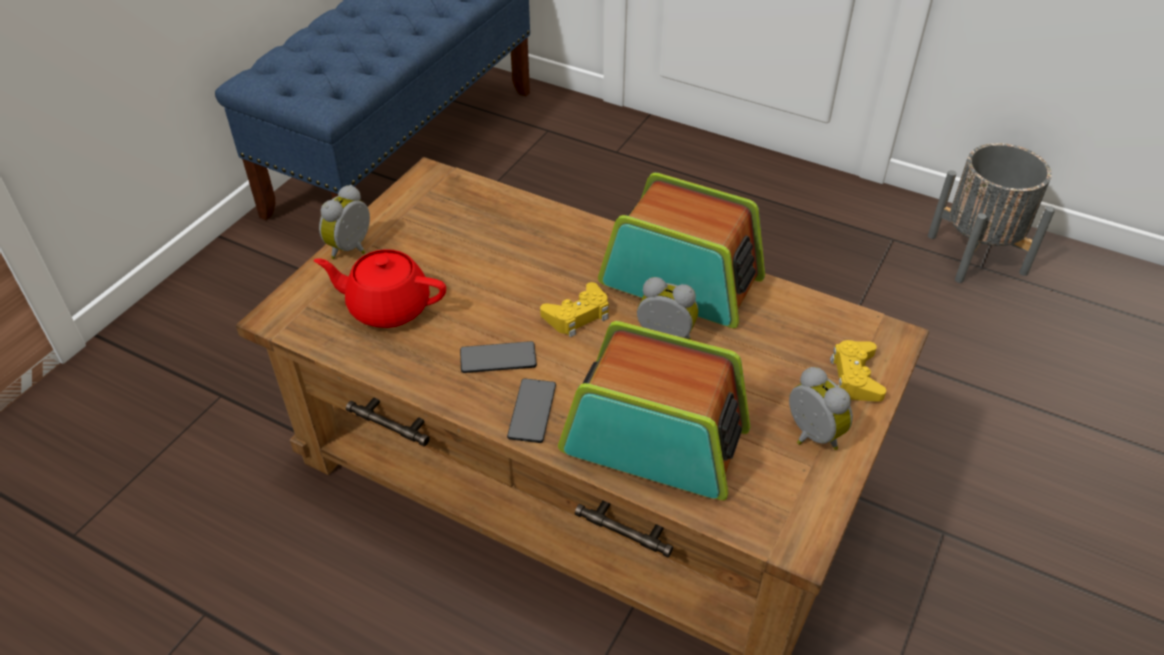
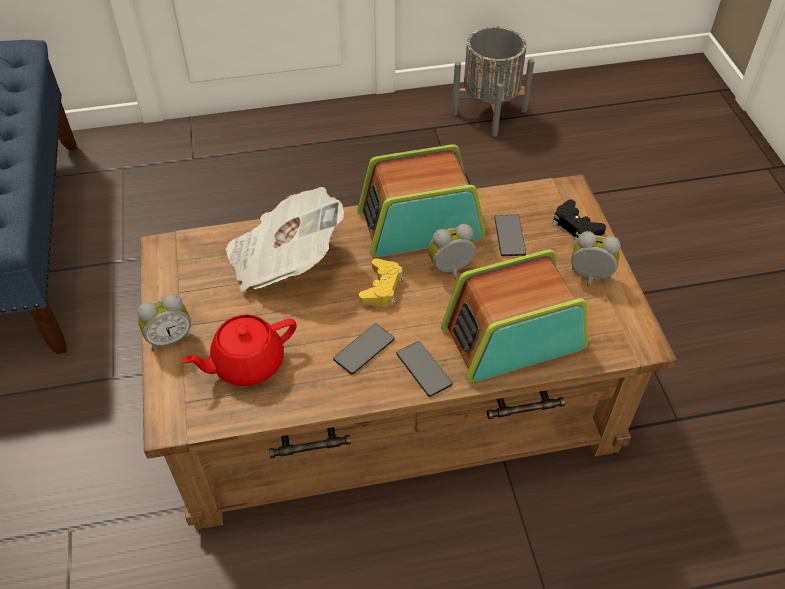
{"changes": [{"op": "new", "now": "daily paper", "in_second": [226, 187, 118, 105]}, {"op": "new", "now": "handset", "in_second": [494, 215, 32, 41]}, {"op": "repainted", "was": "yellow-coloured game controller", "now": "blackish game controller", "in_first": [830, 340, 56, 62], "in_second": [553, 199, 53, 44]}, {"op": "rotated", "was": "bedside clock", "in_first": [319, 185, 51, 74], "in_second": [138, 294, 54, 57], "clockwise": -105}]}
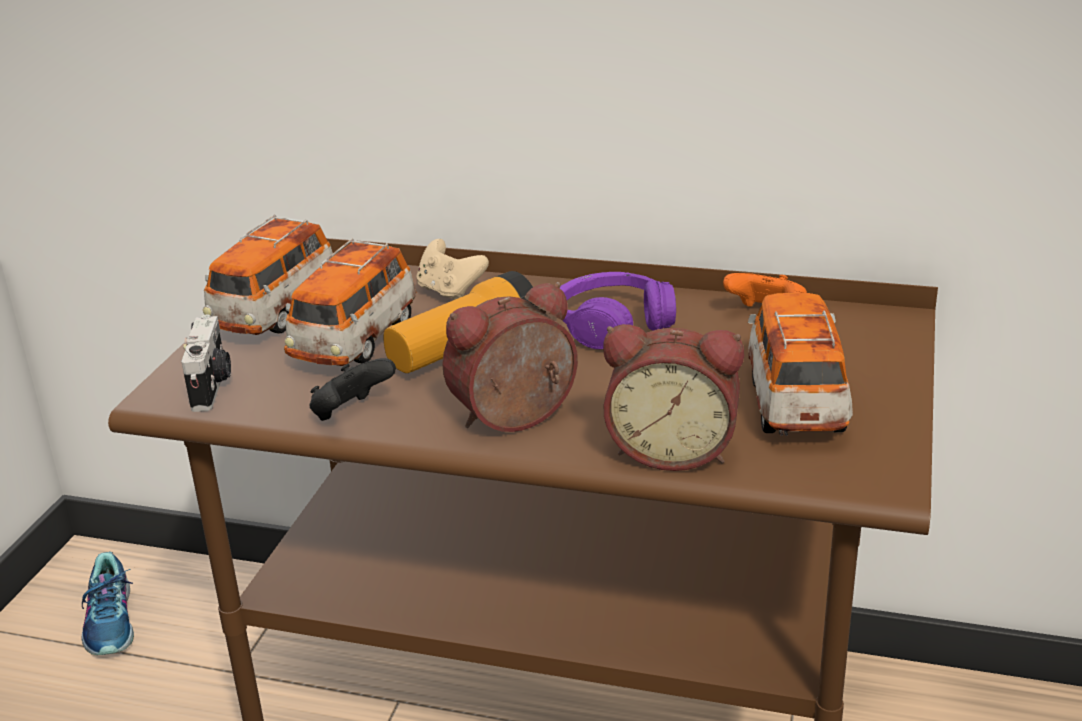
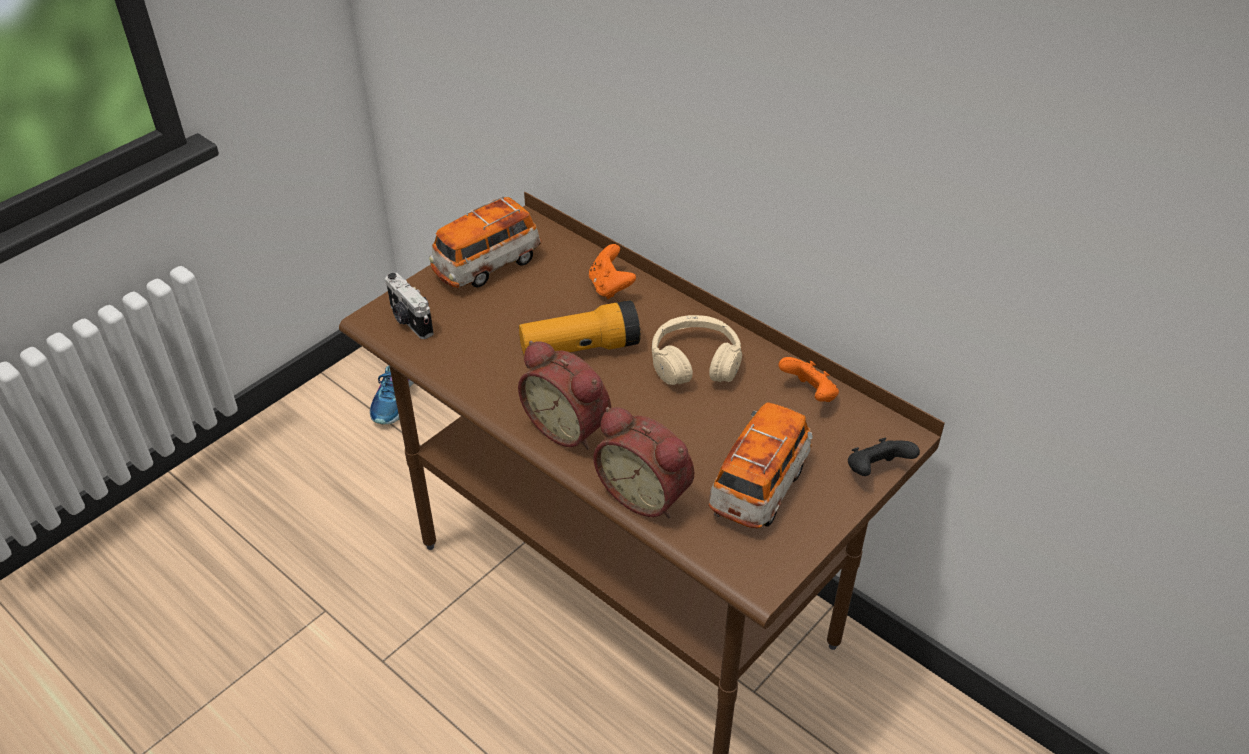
{"changes": [{"op": "gone", "was": "model car", "in_first": [284, 238, 133, 128]}, {"op": "shifted", "was": "blackish game controller", "in_first": [309, 358, 87, 63], "in_second": [848, 438, 72, 38]}, {"op": "repainted", "was": "beige game controller", "now": "orange-coloured game controller", "in_first": [416, 239, 73, 61], "in_second": [589, 244, 47, 55]}, {"op": "repainted", "was": "purple pair of headphones", "now": "beige pair of headphones", "in_first": [560, 272, 116, 77], "in_second": [652, 315, 90, 70]}, {"op": "rotated", "was": "photo camera", "in_first": [181, 314, 50, 98], "in_second": [385, 273, 48, 66], "clockwise": 120}, {"op": "rotated", "was": "bedside clock", "in_first": [442, 282, 136, 150], "in_second": [518, 341, 93, 109], "clockwise": -135}]}
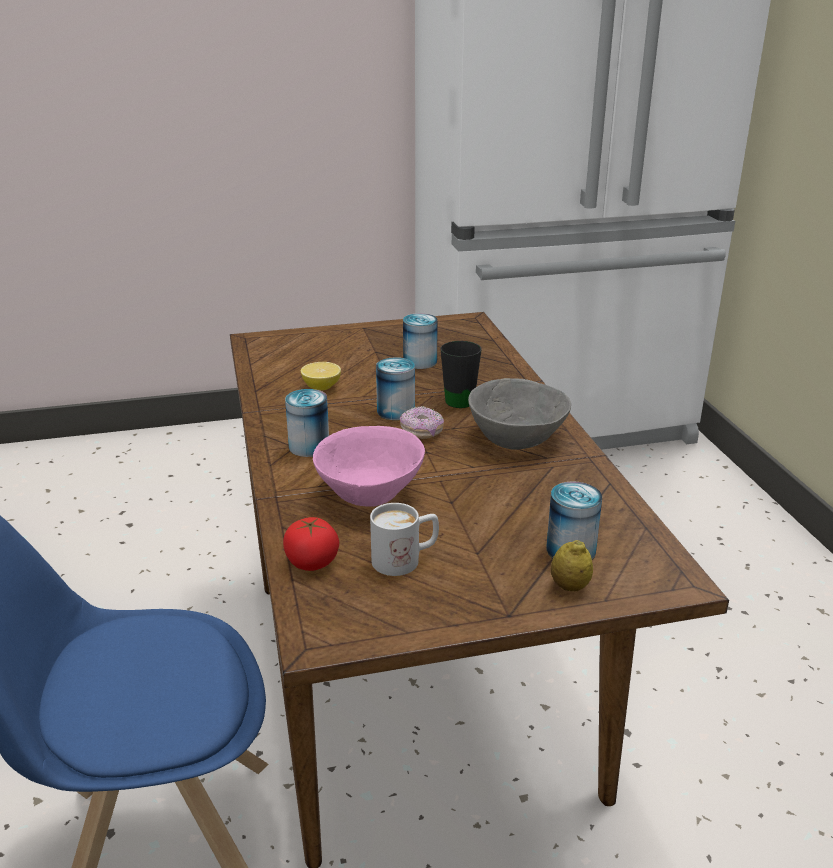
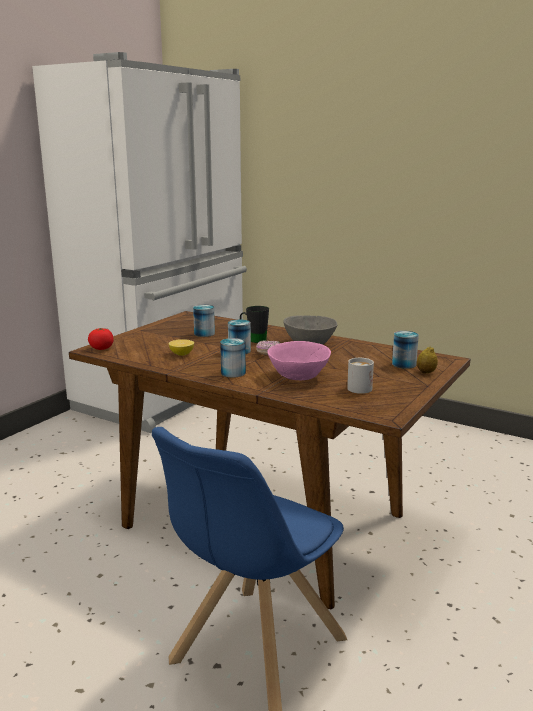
{"changes": [{"op": "shifted", "was": "fresh tomato", "in_first": [283, 517, 56, 54], "in_second": [88, 328, 26, 22]}]}
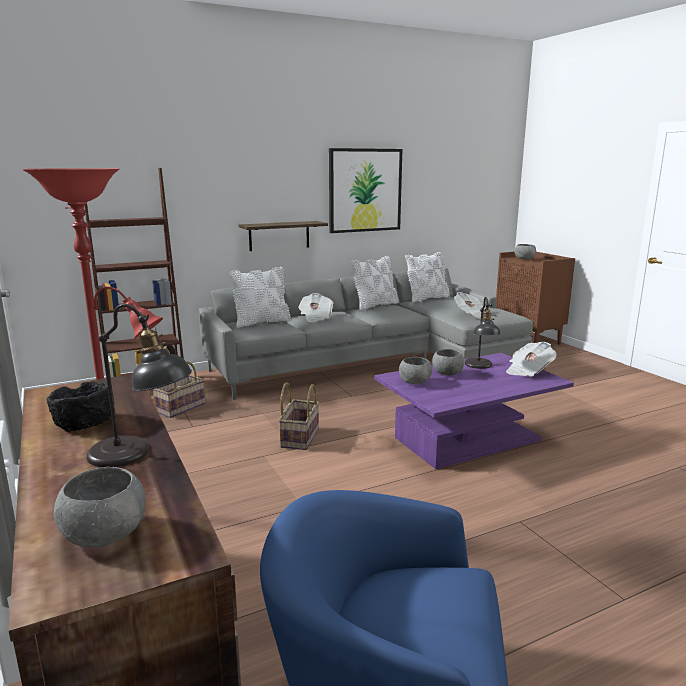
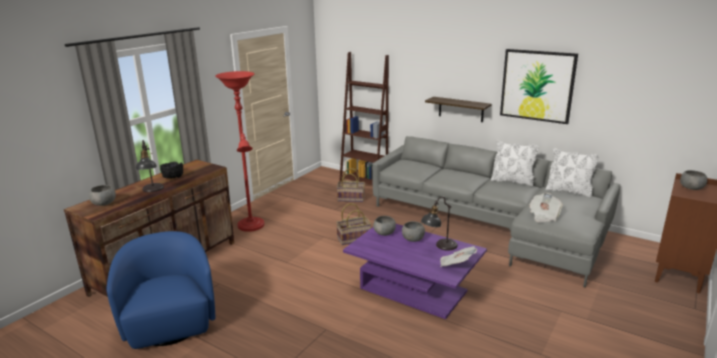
{"changes": [{"op": "gone", "was": "white-coloured pillow", "in_first": [229, 267, 62, 61]}, {"op": "gone", "was": "daily paper", "in_first": [298, 293, 35, 29]}]}
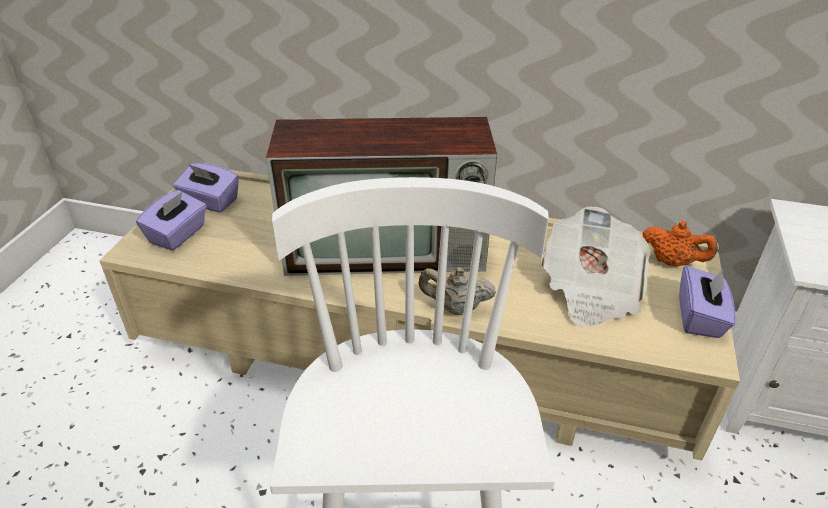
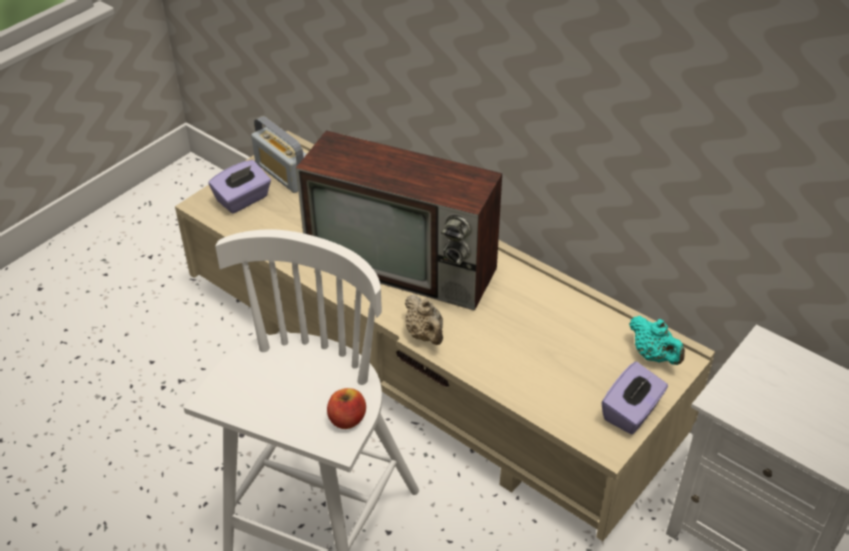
{"changes": [{"op": "gone", "was": "daily paper", "in_first": [541, 207, 110, 120]}, {"op": "new", "now": "apple fruit", "in_second": [327, 388, 39, 41]}, {"op": "swapped", "was": "purple tissue box", "now": "radio", "in_first": [173, 163, 66, 50], "in_second": [251, 116, 56, 77]}, {"op": "repainted", "was": "orange-coloured teapot", "now": "blue-green teapot", "in_first": [643, 221, 74, 46], "in_second": [629, 316, 56, 49]}, {"op": "rotated", "was": "beige teapot", "in_first": [419, 267, 77, 48], "in_second": [405, 295, 38, 50], "clockwise": -150}]}
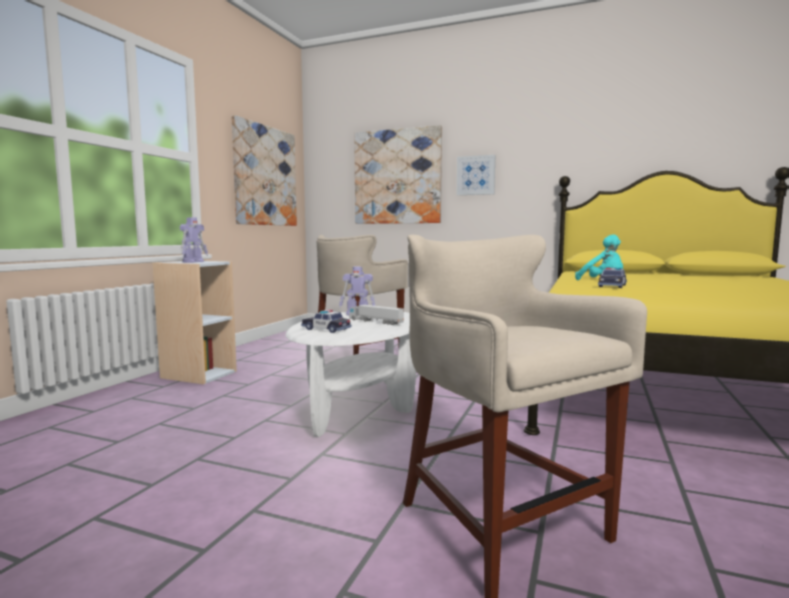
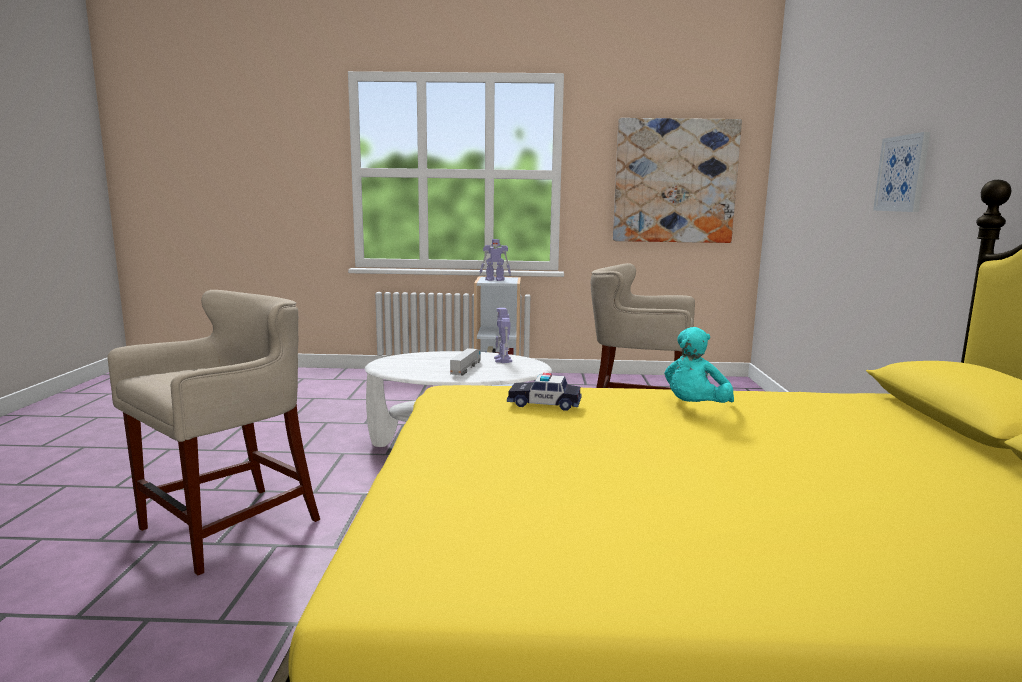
{"changes": [{"op": "gone", "was": "model car", "in_first": [301, 310, 50, 23]}, {"op": "gone", "was": "wall art", "in_first": [354, 125, 88, 99]}]}
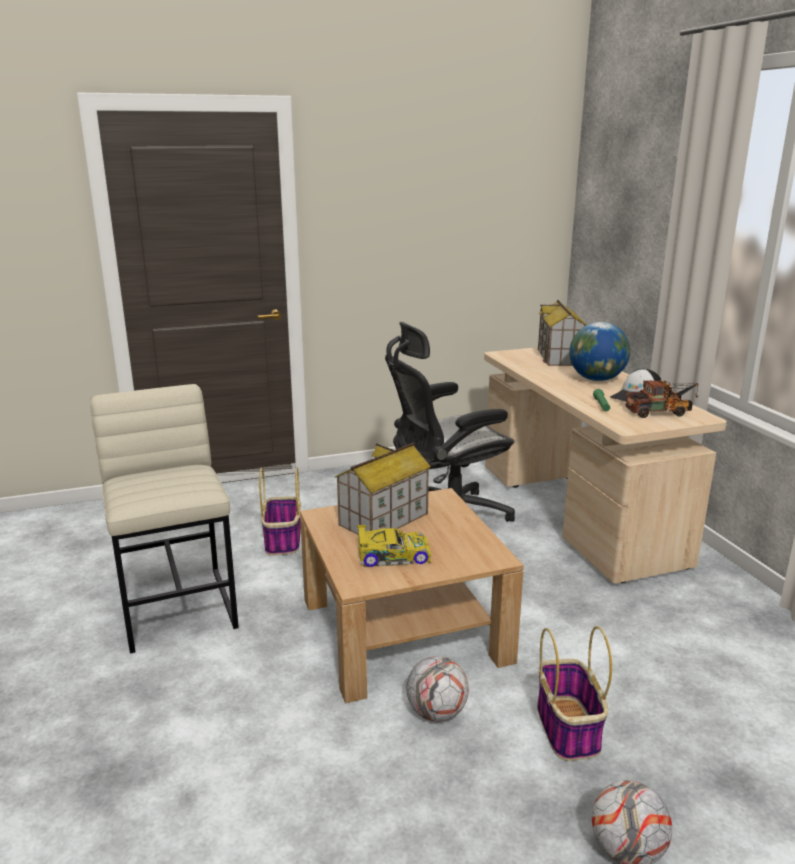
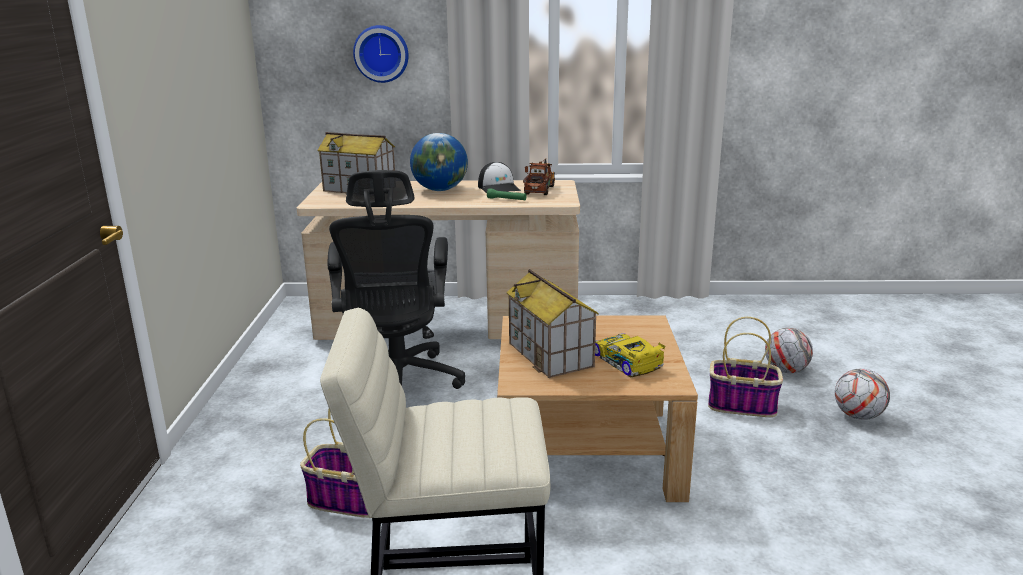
{"changes": [{"op": "new", "now": "clock on the wall", "in_second": [353, 25, 56, 58]}, {"op": "shifted", "was": "ball for football", "in_first": [407, 656, 62, 66], "in_second": [765, 328, 48, 45]}, {"op": "rotated", "was": "model car", "in_first": [358, 525, 73, 42], "in_second": [595, 333, 70, 45], "clockwise": -45}]}
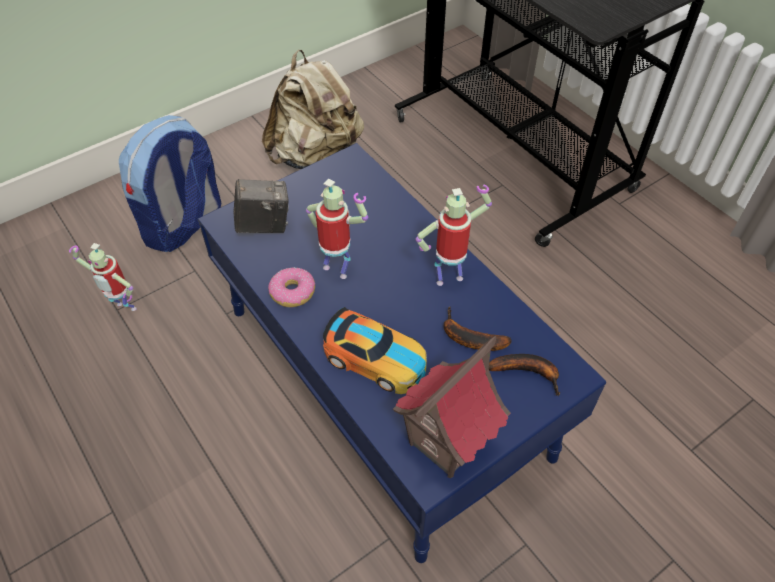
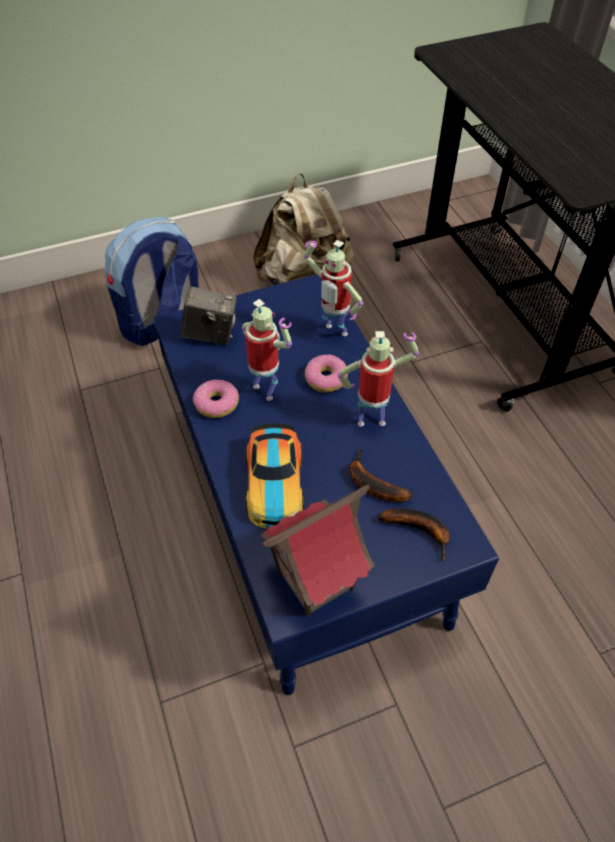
{"changes": [{"op": "new", "now": "ring doughnut", "in_second": [305, 355, 44, 38]}, {"op": "shifted", "was": "toy robot", "in_first": [69, 243, 68, 68], "in_second": [304, 240, 59, 96]}, {"op": "rotated", "was": "model car", "in_first": [323, 307, 104, 87], "in_second": [245, 423, 59, 106], "clockwise": 45}]}
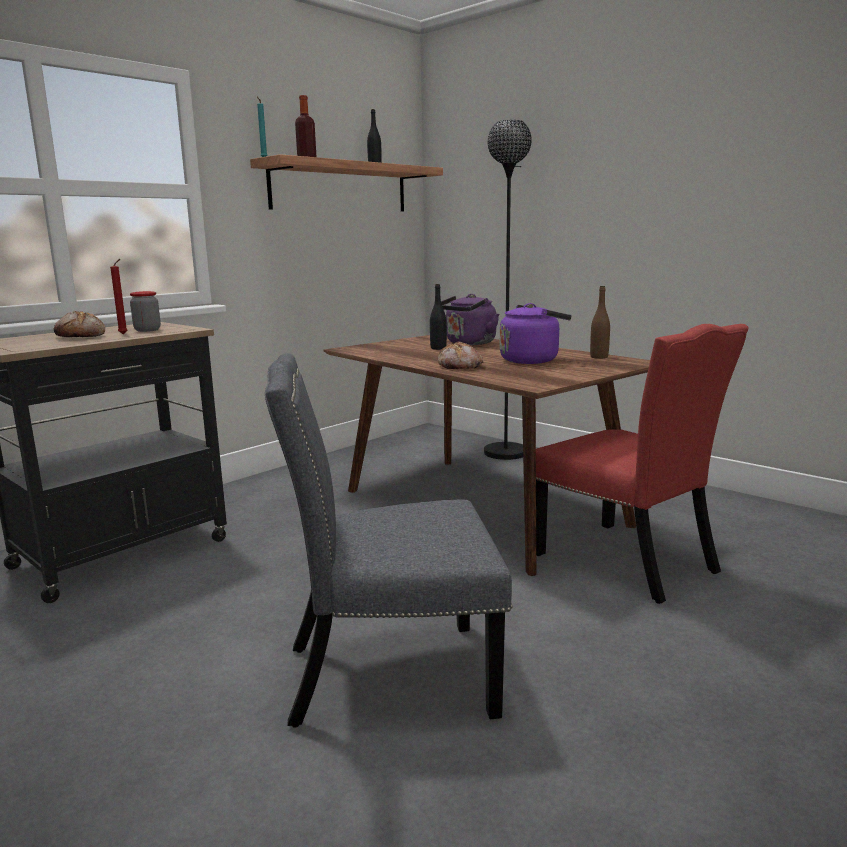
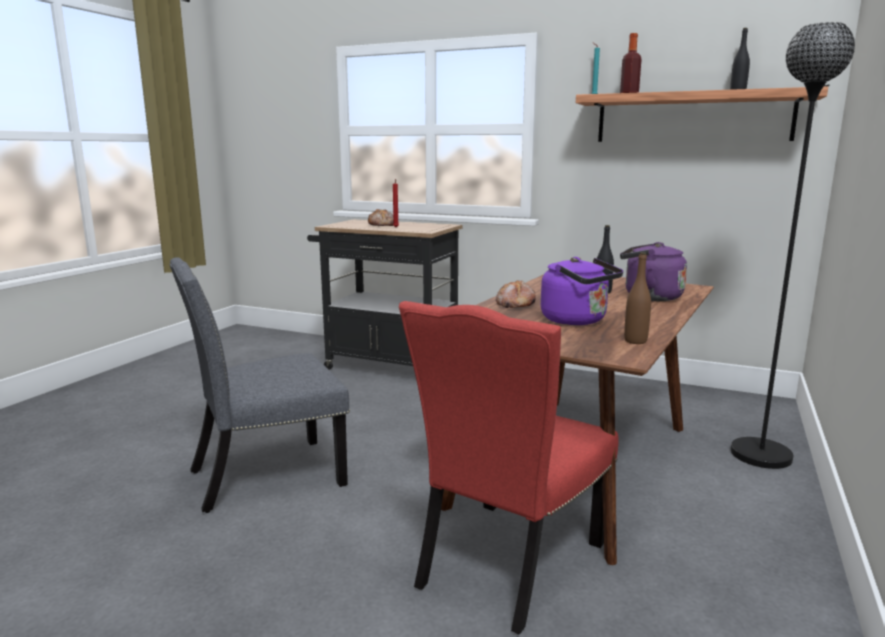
{"changes": [{"op": "gone", "was": "storage jar", "in_first": [130, 291, 31, 41]}, {"op": "rotated", "was": "grey plain chair", "in_first": [265, 353, 247, 375], "in_second": [169, 257, 181, 256], "clockwise": -90}]}
